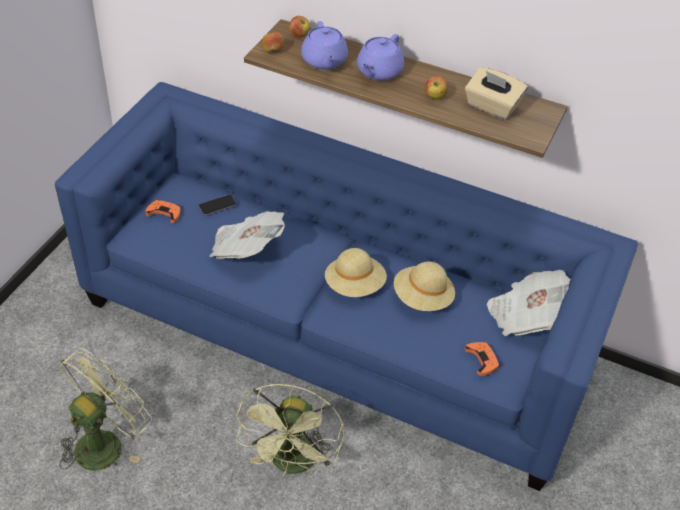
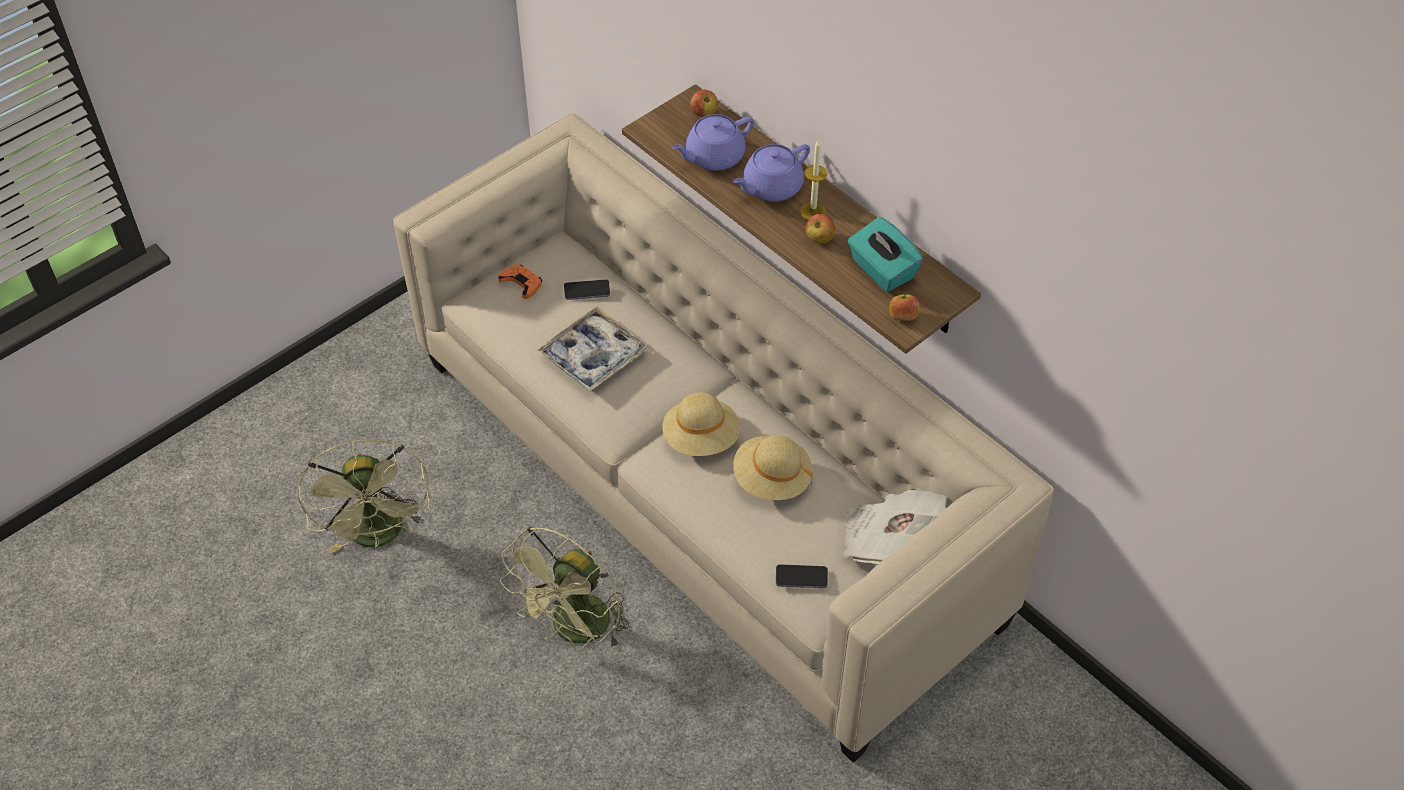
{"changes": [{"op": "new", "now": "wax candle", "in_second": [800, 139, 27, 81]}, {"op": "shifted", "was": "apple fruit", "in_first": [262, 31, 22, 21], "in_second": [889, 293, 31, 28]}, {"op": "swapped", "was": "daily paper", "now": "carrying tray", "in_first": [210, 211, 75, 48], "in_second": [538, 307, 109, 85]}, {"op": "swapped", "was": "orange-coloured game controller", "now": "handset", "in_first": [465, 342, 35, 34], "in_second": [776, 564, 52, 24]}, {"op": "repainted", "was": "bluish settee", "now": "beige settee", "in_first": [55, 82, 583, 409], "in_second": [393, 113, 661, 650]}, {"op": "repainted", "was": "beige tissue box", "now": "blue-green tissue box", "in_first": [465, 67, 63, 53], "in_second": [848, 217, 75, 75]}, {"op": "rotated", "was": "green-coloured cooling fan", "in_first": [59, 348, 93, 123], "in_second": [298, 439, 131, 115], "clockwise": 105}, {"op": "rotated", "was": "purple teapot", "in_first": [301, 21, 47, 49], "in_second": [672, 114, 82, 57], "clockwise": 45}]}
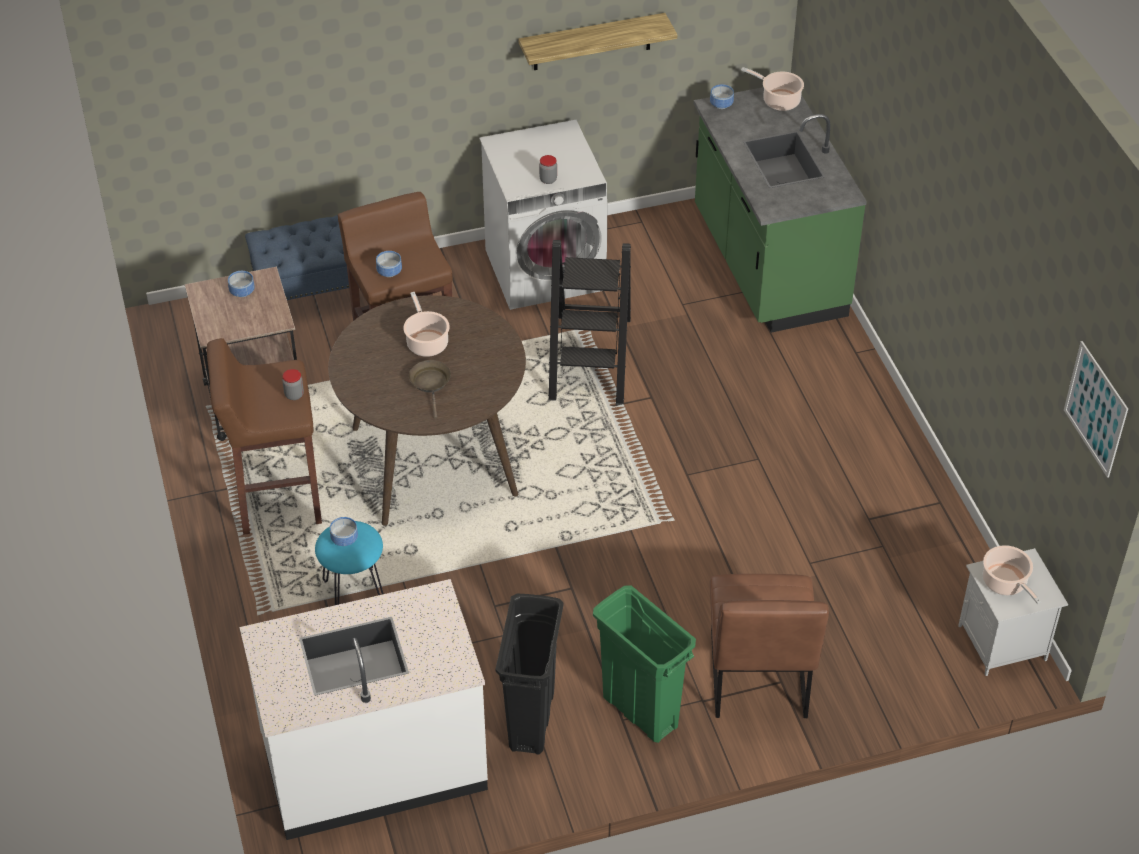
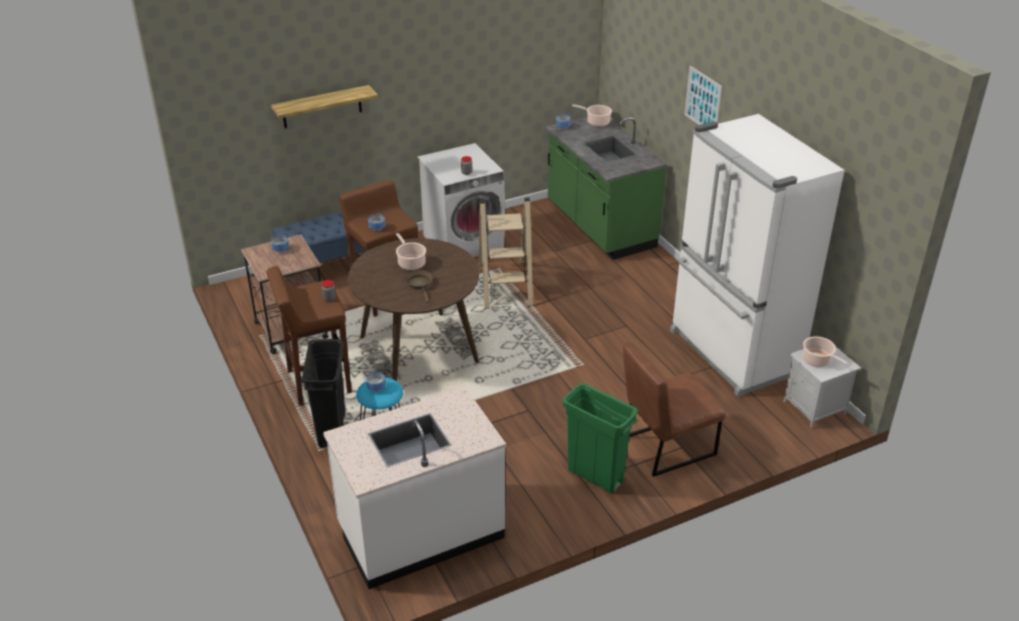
{"changes": [{"op": "new", "now": "white-coloured refrigerator", "in_second": [670, 114, 175, 283]}, {"op": "shifted", "was": "blackish rubbish bin", "in_first": [496, 593, 68, 162], "in_second": [301, 339, 44, 109]}, {"op": "shifted", "was": "shelf", "in_first": [519, 13, 158, 57], "in_second": [271, 85, 107, 43]}, {"op": "shifted", "was": "wall art", "in_first": [1064, 341, 64, 137], "in_second": [685, 66, 37, 59]}, {"op": "repainted", "was": "blackish step ladder", "now": "beige step ladder", "in_first": [548, 240, 83, 166], "in_second": [478, 198, 55, 111]}, {"op": "rotated", "was": "brownish plain chair", "in_first": [710, 574, 119, 144], "in_second": [623, 342, 103, 135], "clockwise": 75}]}
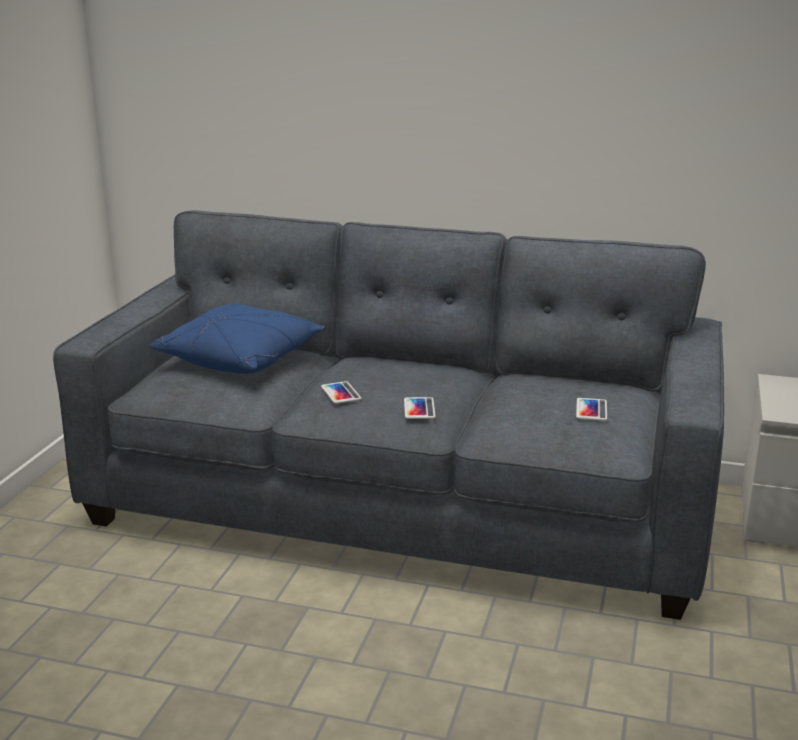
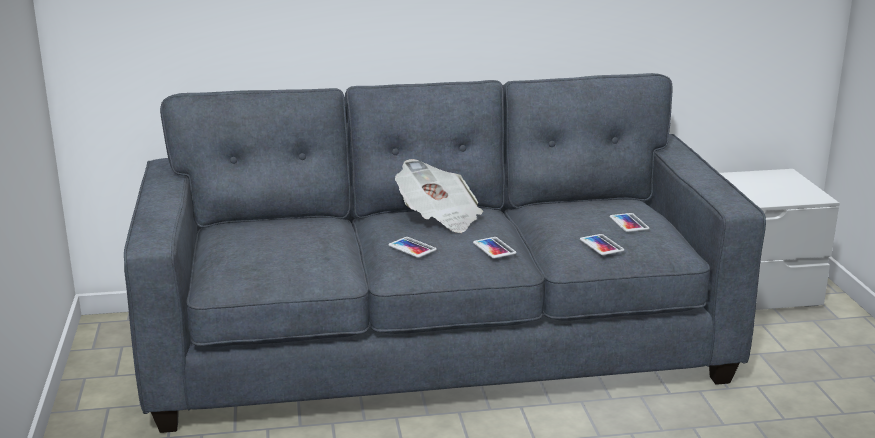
{"changes": [{"op": "gone", "was": "bluish pillow", "in_first": [150, 304, 176, 70]}, {"op": "new", "now": "daily paper", "in_second": [395, 159, 88, 74]}, {"op": "new", "now": "handset", "in_second": [580, 234, 44, 21]}]}
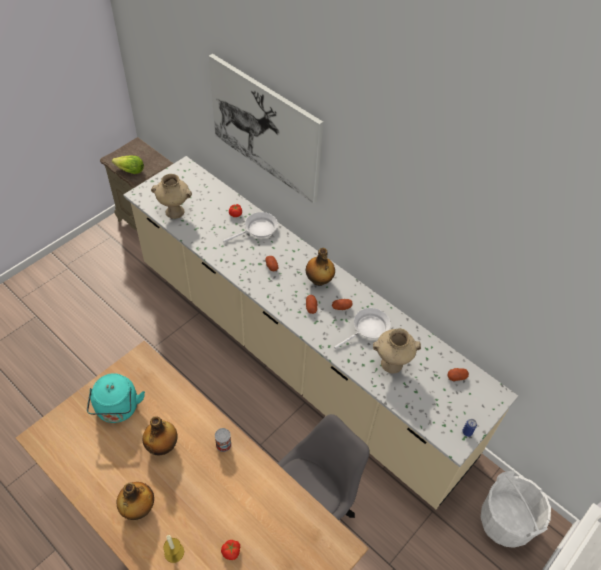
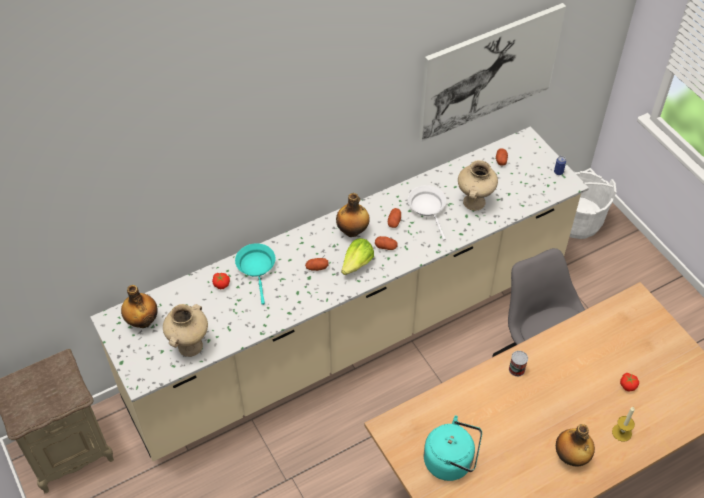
{"changes": [{"op": "shifted", "was": "head of lettuce", "in_first": [112, 155, 32, 19], "in_second": [341, 238, 33, 37]}, {"op": "shifted", "was": "drink bottle", "in_first": [143, 416, 35, 39], "in_second": [121, 285, 37, 43]}, {"op": "shifted", "was": "wall art", "in_first": [209, 54, 114, 150], "in_second": [419, 3, 147, 139]}, {"op": "repainted", "was": "white-coloured pan", "now": "blue-green pan", "in_first": [223, 212, 55, 30], "in_second": [235, 243, 41, 62]}]}
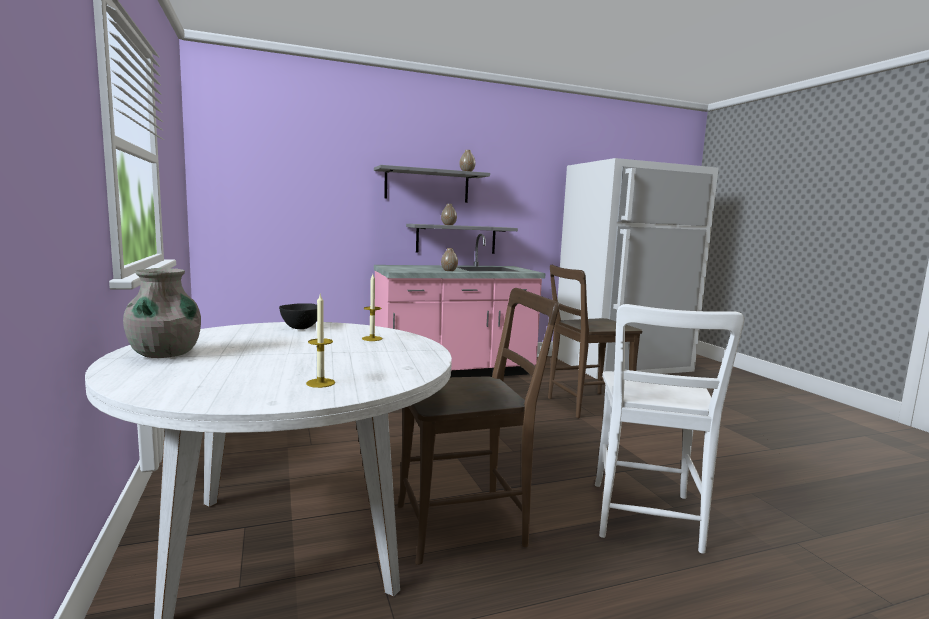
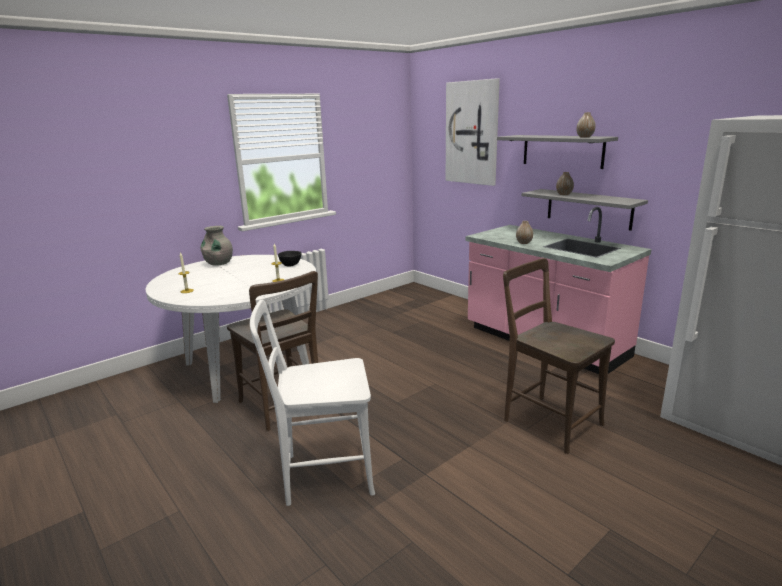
{"changes": [{"op": "new", "now": "wall art", "in_second": [446, 78, 54, 108]}]}
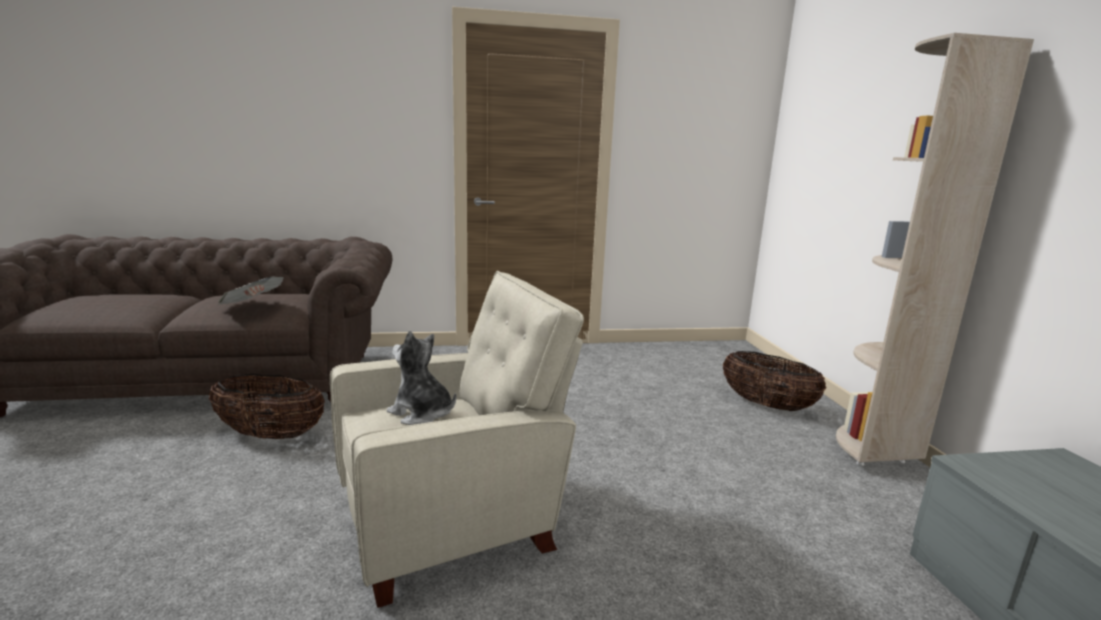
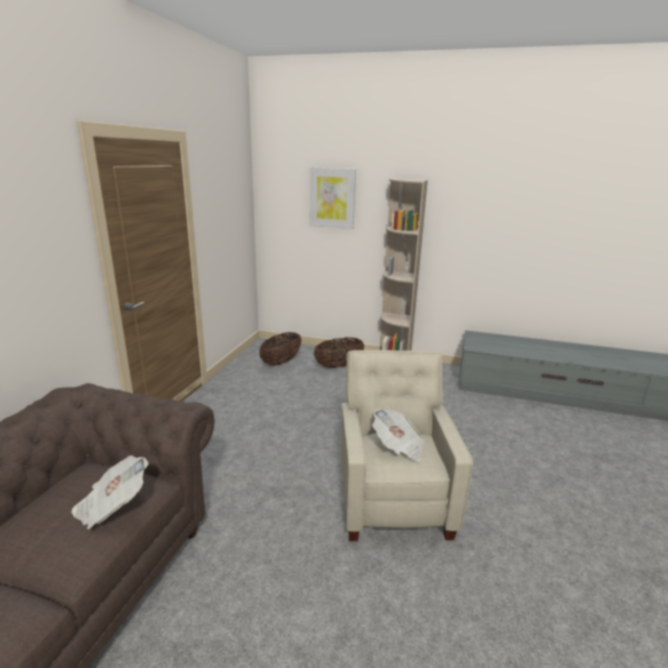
{"changes": [{"op": "new", "now": "wall art", "in_second": [310, 167, 46, 62]}, {"op": "shifted", "was": "basket", "in_first": [209, 374, 116, 65], "in_second": [259, 332, 43, 34]}, {"op": "swapped", "was": "soft toy", "now": "daily paper", "in_first": [387, 331, 69, 94], "in_second": [372, 409, 53, 53]}]}
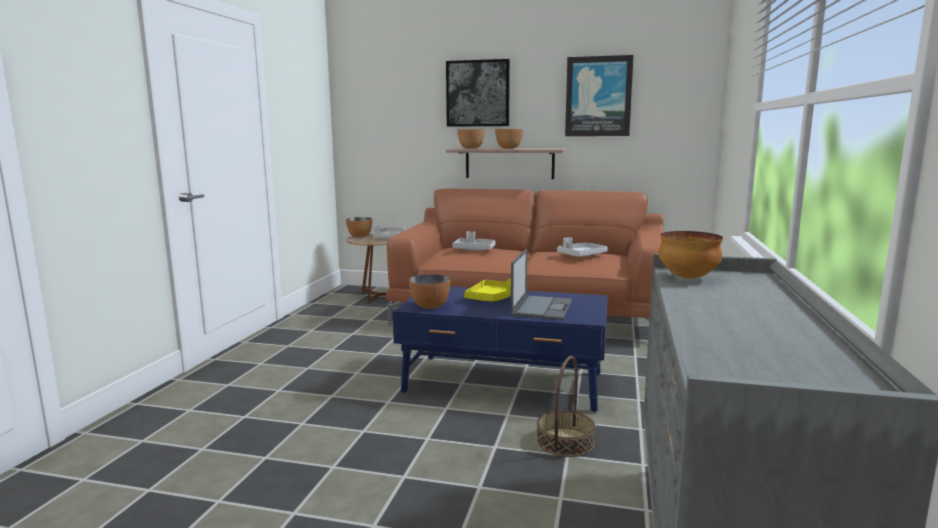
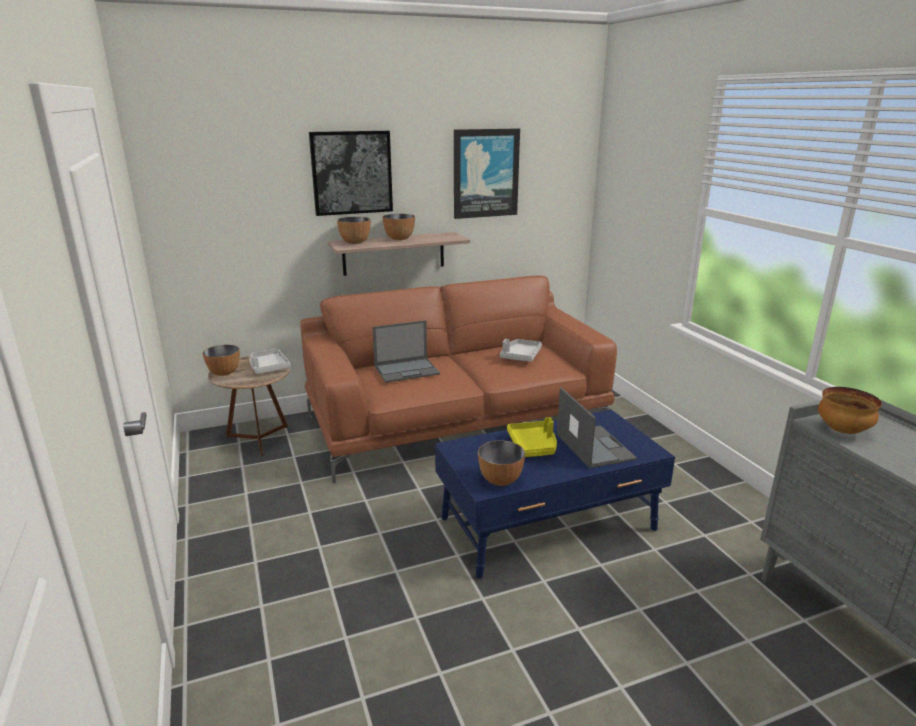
{"changes": [{"op": "gone", "was": "basket", "in_first": [536, 356, 59, 101]}, {"op": "swapped", "was": "grey carrying tray", "now": "portable computer", "in_first": [452, 231, 43, 19], "in_second": [372, 320, 68, 63]}]}
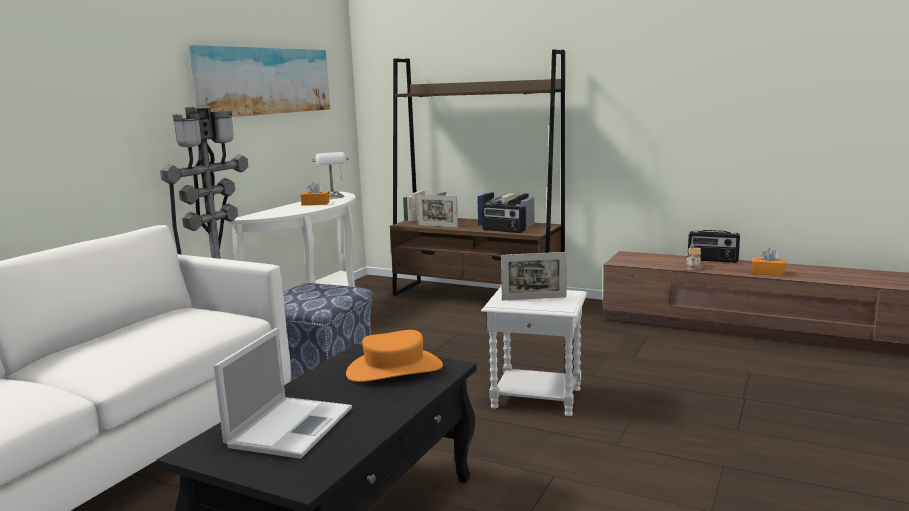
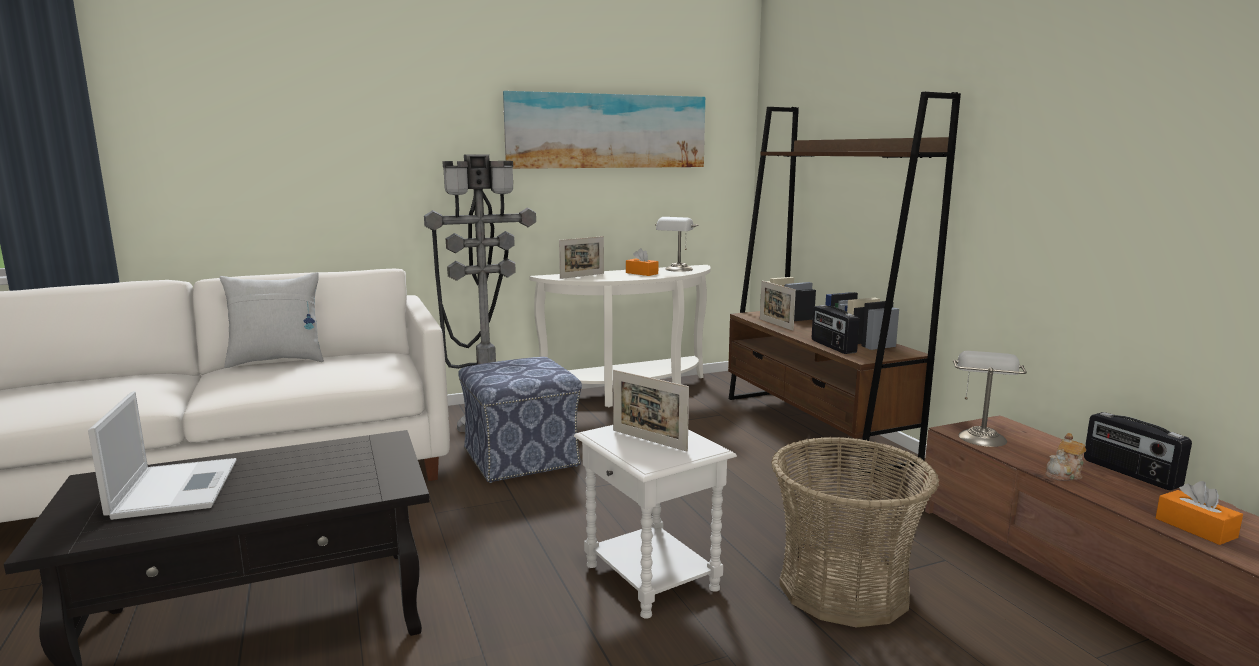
{"changes": [{"op": "gone", "was": "orange-coloured clothing hat", "in_first": [346, 330, 97, 52]}, {"op": "new", "now": "grey pillow", "in_second": [220, 272, 104, 96]}, {"op": "new", "now": "picture frame", "in_second": [559, 236, 45, 43]}, {"op": "new", "now": "basket", "in_second": [771, 437, 168, 190]}, {"op": "new", "now": "white-coloured lamp for a table", "in_second": [953, 351, 74, 96]}, {"op": "rotated", "was": "portable computer", "in_first": [214, 328, 138, 131], "in_second": [88, 391, 148, 129], "clockwise": -75}]}
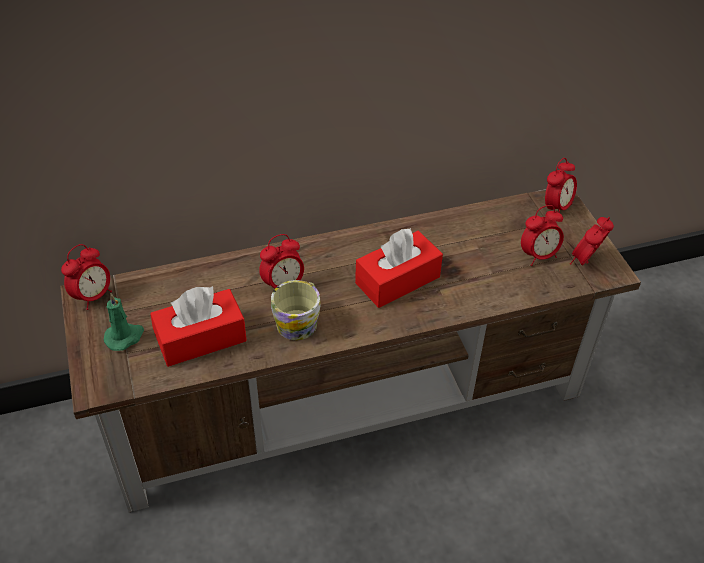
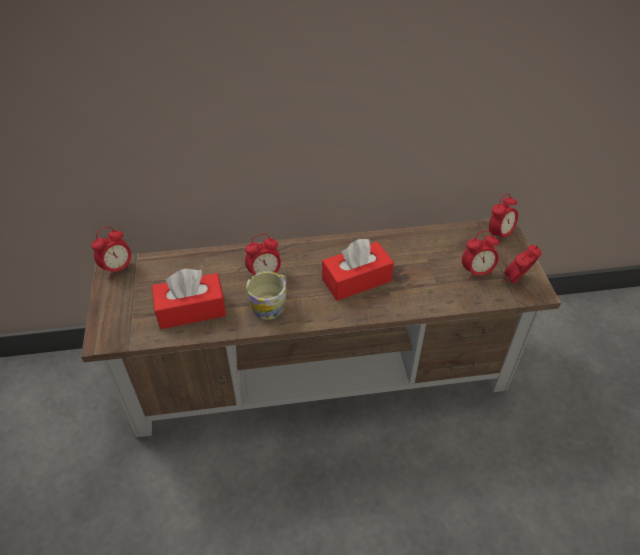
{"changes": [{"op": "gone", "was": "green-coloured wax candle", "in_first": [104, 293, 40, 58]}]}
